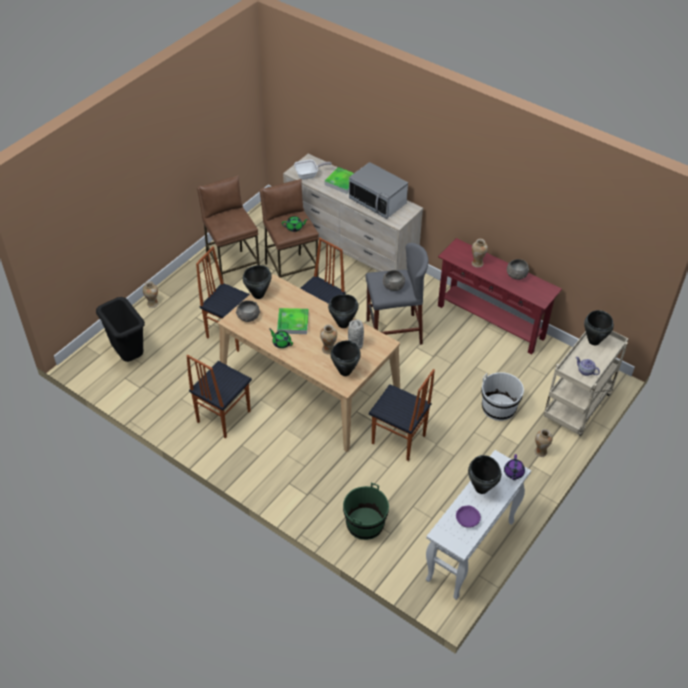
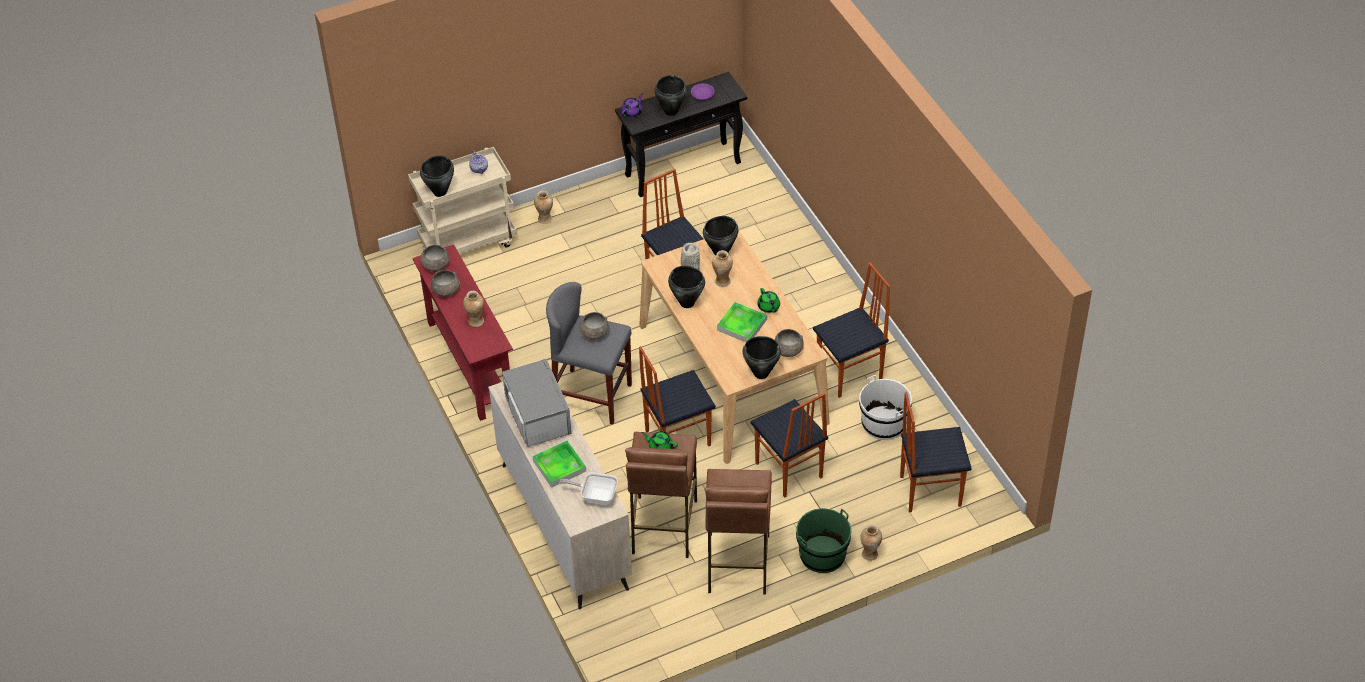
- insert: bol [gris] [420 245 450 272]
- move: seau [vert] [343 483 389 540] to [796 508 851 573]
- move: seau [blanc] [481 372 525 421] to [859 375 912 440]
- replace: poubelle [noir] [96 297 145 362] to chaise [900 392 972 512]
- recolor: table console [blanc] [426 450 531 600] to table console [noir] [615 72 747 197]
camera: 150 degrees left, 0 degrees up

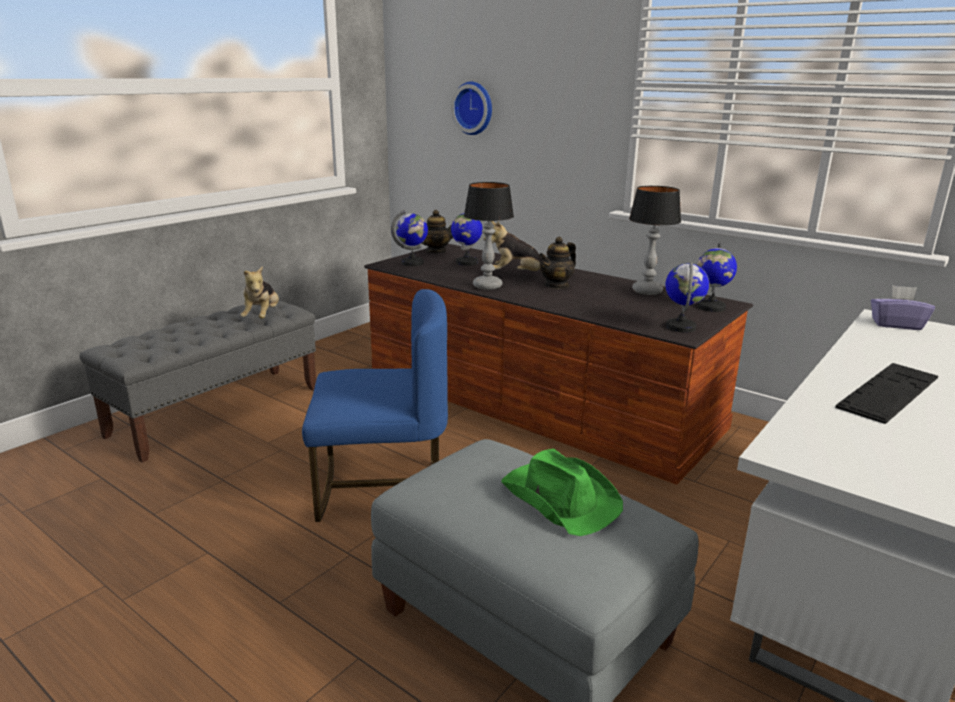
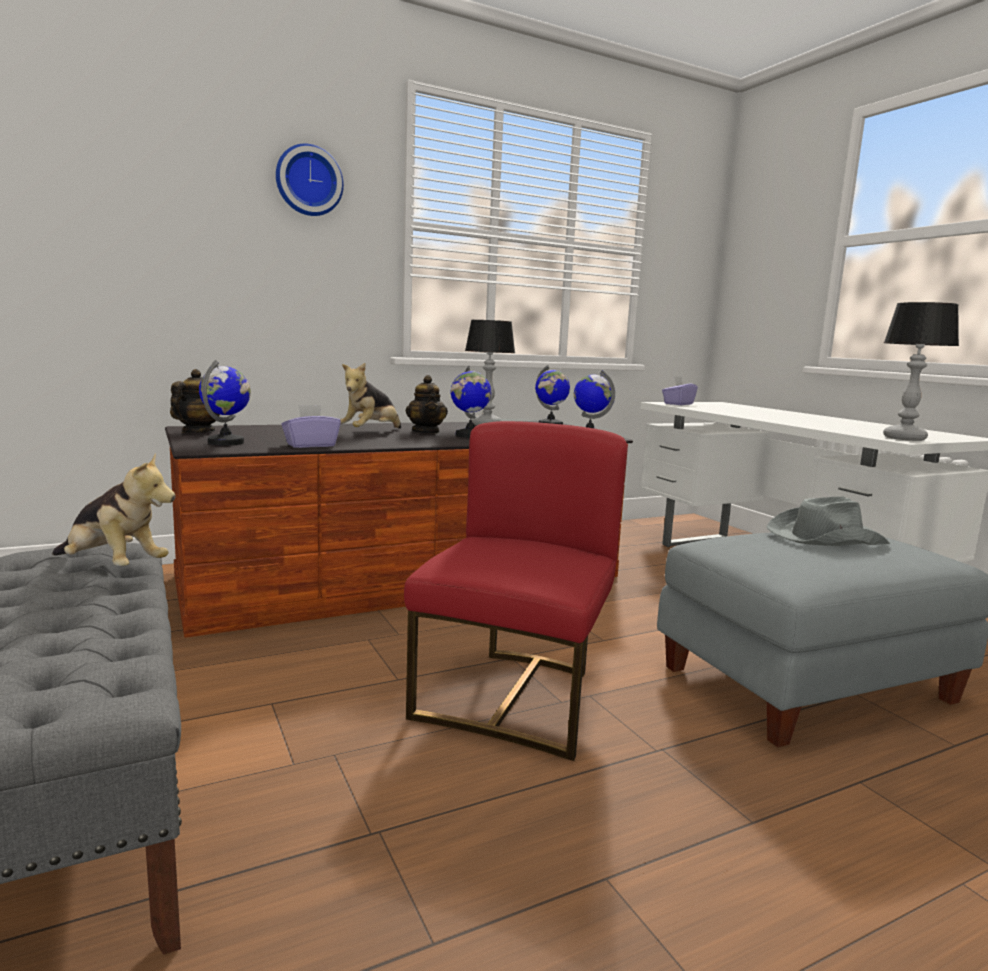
- delete: clavier [835 363 938 424]
- insert: boîte à mouchoirs [violet] [282 404 341 448]
- move: horloge murale [451 82 492 135] to [276 144 344 216]
- move: globe [451 213 483 266] to [451 366 491 438]
- move: lampe de table [464 182 514 290] to [883 302 959 441]
- recolor: chaise [bleu] [302 289 448 522] to chaise [rouge] [404 421 628 761]
- recolor: chapeau [vert] [502 449 623 536] to chapeau [gris] [766 497 890 546]
camera: 65 degrees left, 10 degrees down

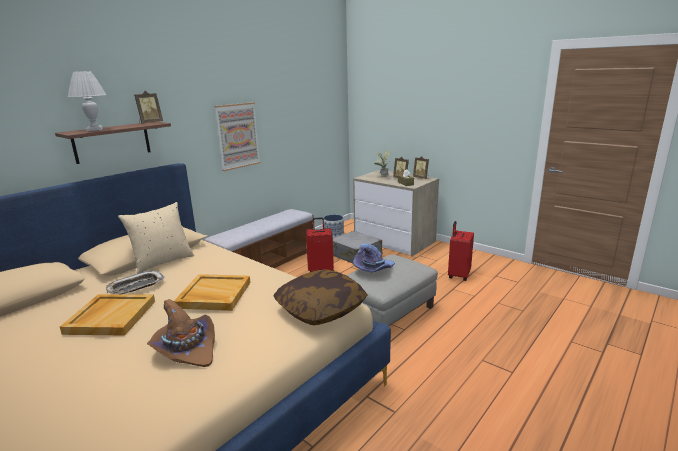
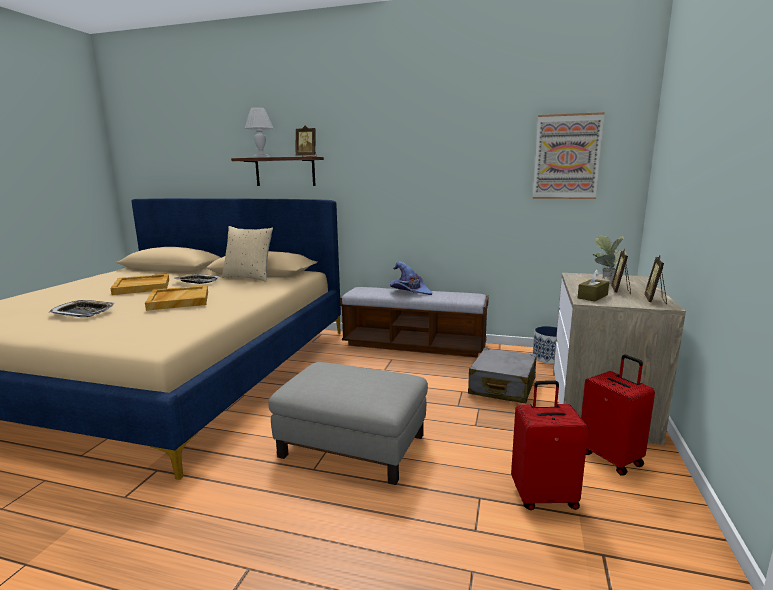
- delete: coussin [273 269 368 325]
- move: tableau [215 102 260 171] to [533 112 605 199]
- move: valise [rouge] [306 217 334 272] to [581 355 655 476]
- move: chapeau [violet] [353 244 395 272] to [390 262 432 295]
- replace: chapeau [marron] [147 299 215 367] to plateau [49 300 114 317]
camera: 65 degrees right, 5 degrees down

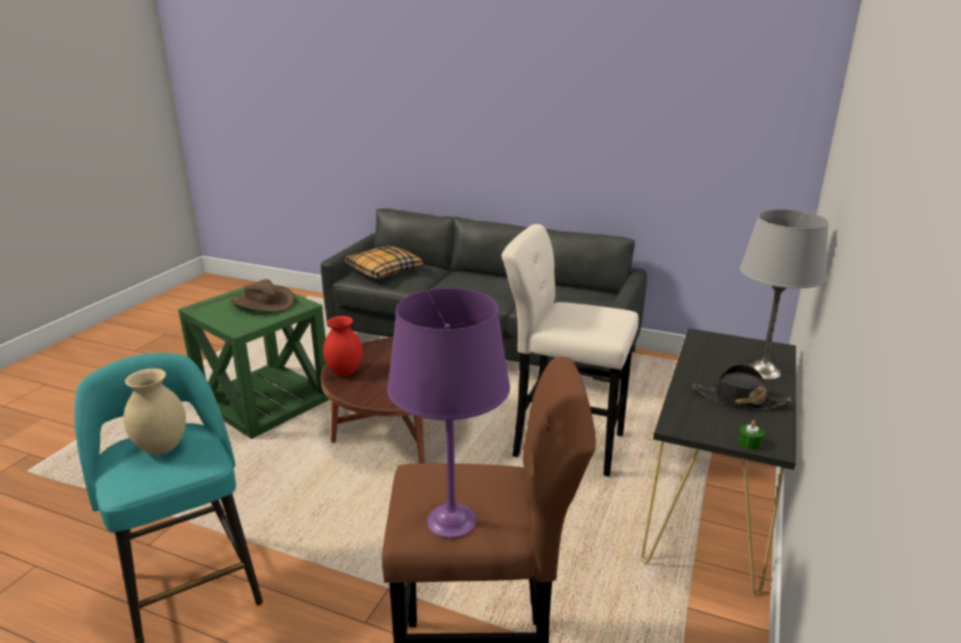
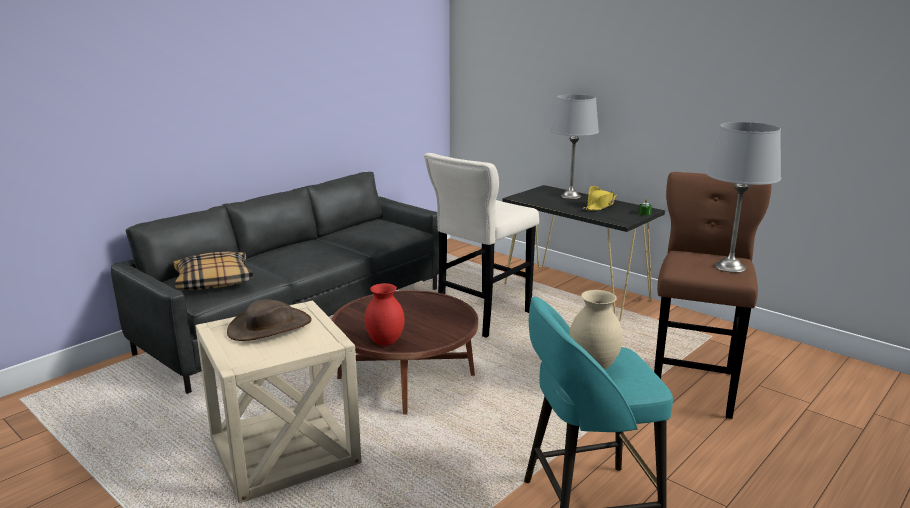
- recolor: table d'appoint [vert] [178 285 330 439] to table d'appoint [beige] [195 301 361 503]
- recolor: lampe de table [violet] [387 288 510 538] to lampe de table [gris] [706 122 781 273]
- recolor: chapeau [noir] [692 364 791 409] to chapeau [jaune] [583 186 616 211]
camera: 70 degrees left, 5 degrees down

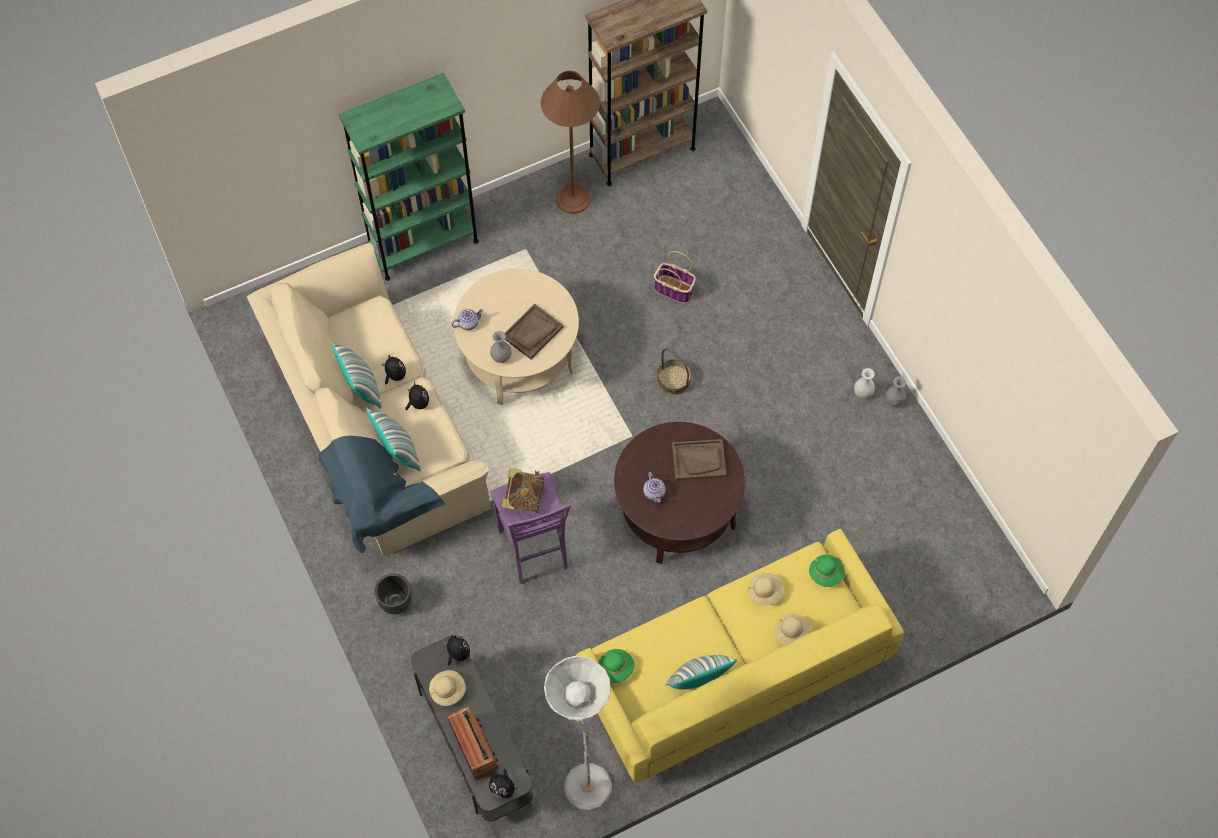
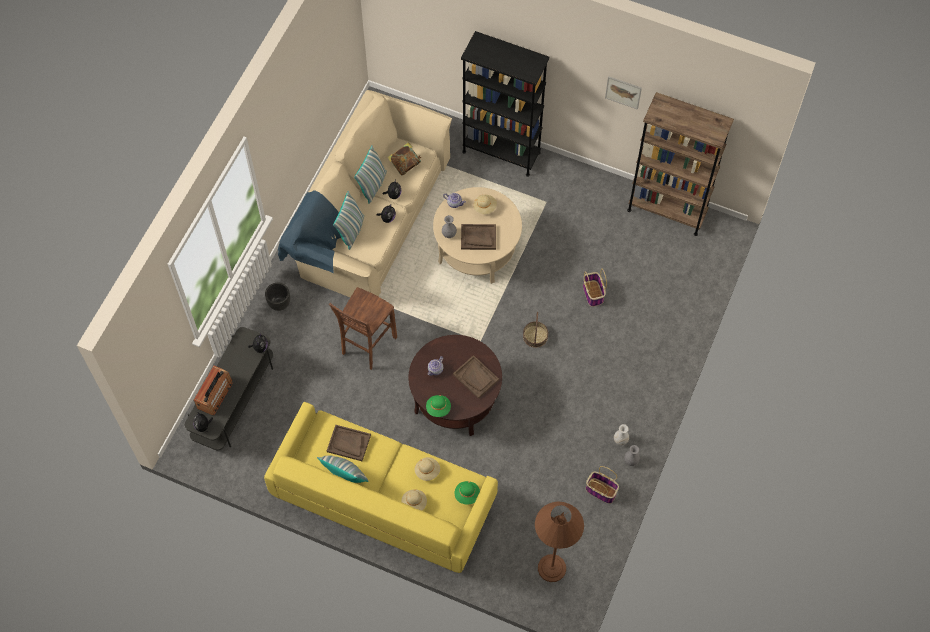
- delete: lampadaire [gris] [544 656 612 810]
- insert: plateau [marron] [327 425 371 461]
- insert: panier [586 466 619 504]
- insert: tableau [605 76 642 110]
- move: chapeau [beige] [429 670 465 706] to [473 195 497 214]
- move: livre [502 468 544 513] to [387 143 422 175]
- move: lampadaire [marron] [541 71 600 214] to [535 502 584 582]
- move: chapeau [vert] [598 649 635 683] to [426 395 451 417]
- recolor: bibliothèque [vert] [338 73 479 281] to bibliothèque [noir] [461 31 549 177]
- recolor: tabouret [violet] [491 472 571 584] to tabouret [marron] [329 287 397 370]
camera: 50 degrees right, 0 degrees up

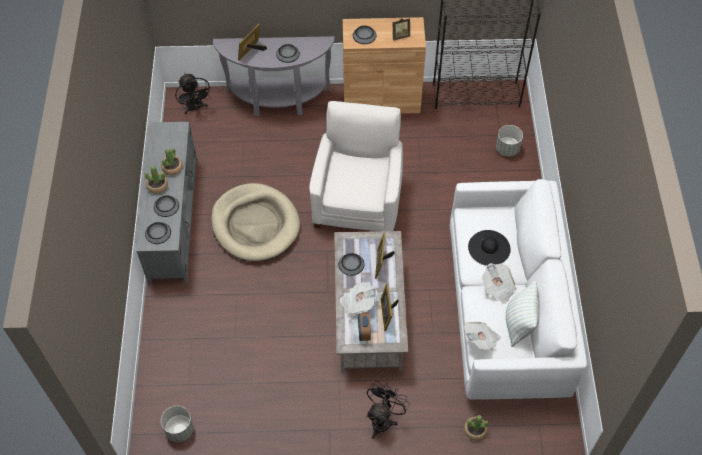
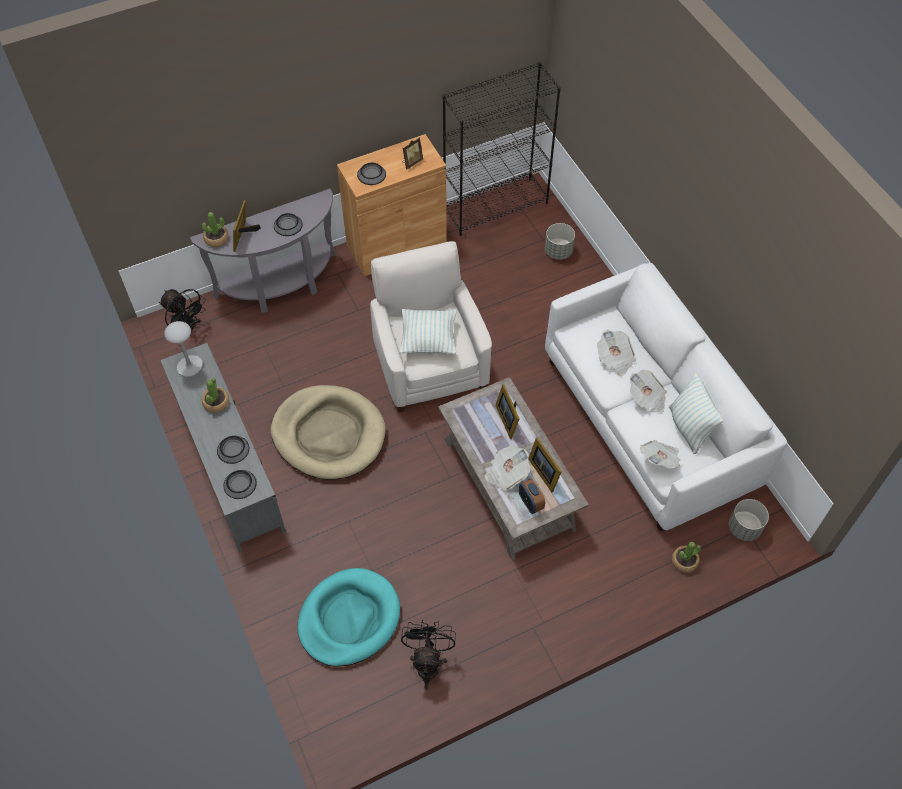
- delete: bol [338 253 365 276]
- insert: lampe de table [gris] [164 321 203 377]
- insert: panier pour chien [turquoise] [297 568 400 666]
- insert: coussin [399 309 457 354]
- move: plante en pot [145 166 168 194] to [202 212 229 247]
- move: cache-pot [gris] [161 406 194 442] to [729 499 769 541]
- move: ventilateur [noir] [366 381 410 439] to [401 620 456 690]
- replace: chapeau [noir] [468 230 511 266] to journal [597 330 636 376]
camera: 25 degrees left, 0 degrees up

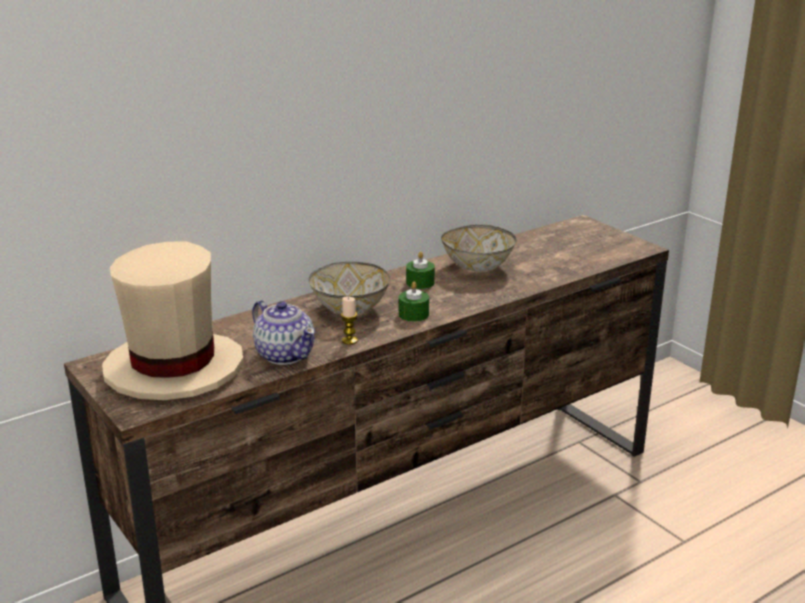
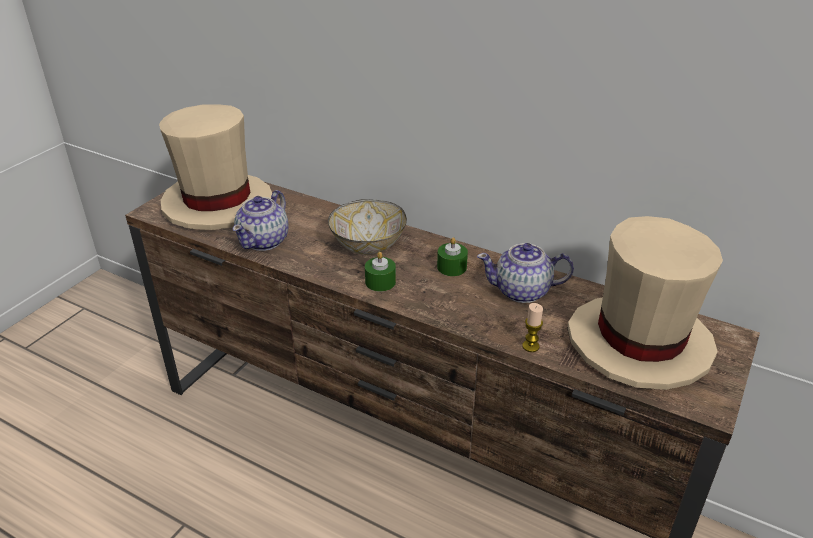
- insert: chapeau [beige] [567 216 723 390]
- move: bougie [341 297 358 345] to [522 303 543 352]
- replace: bol [441 225 516 271] to théière [477 243 574 303]
camera: 65 degrees right, 10 degrees up

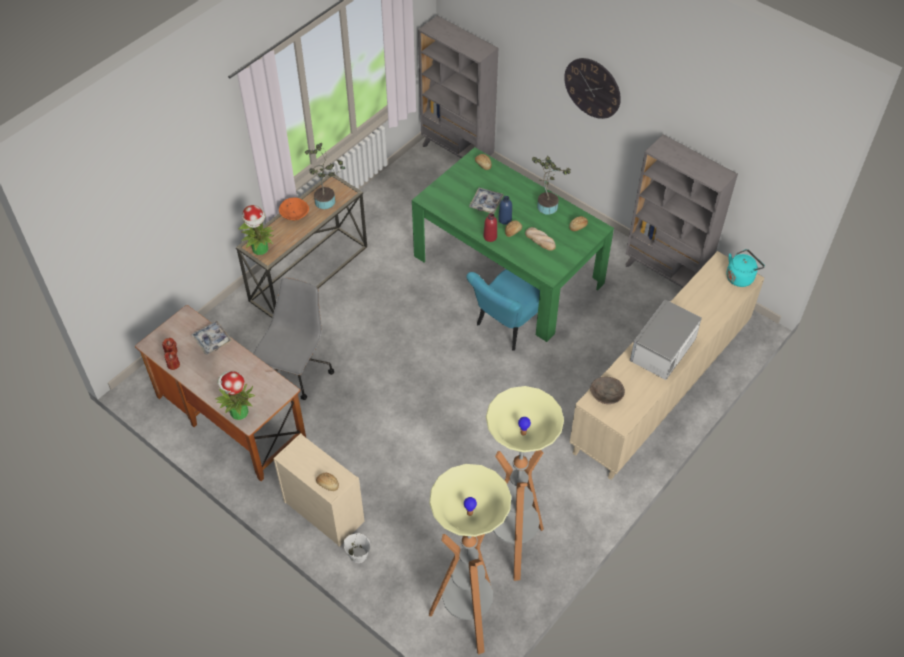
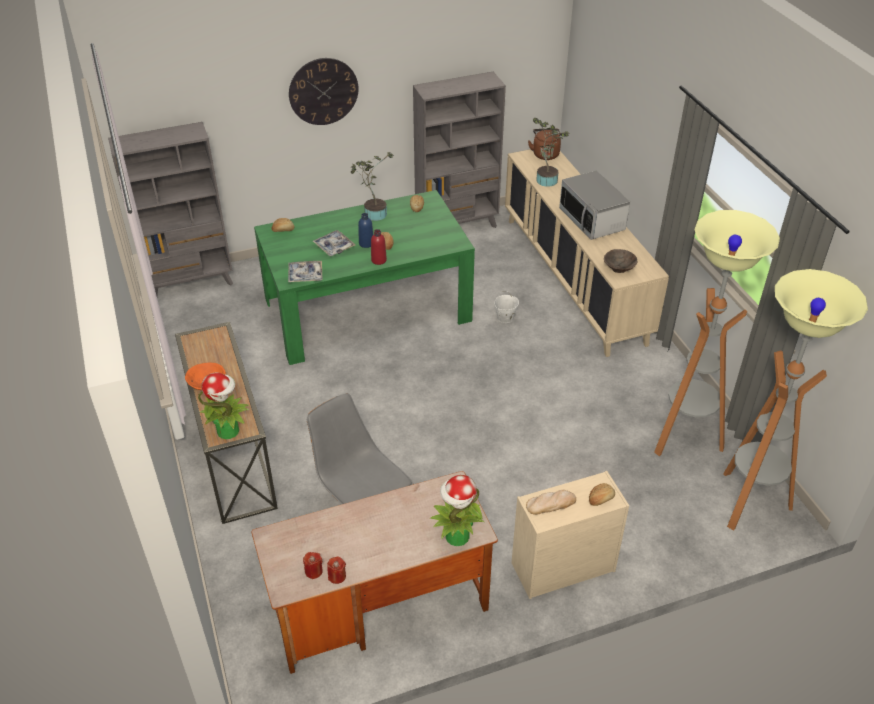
- delete: chaise [turquoise] [466 269 540 350]
- move: plateau [191 321 232 355] to [288 261 322 282]
- move: plante en pot [305 143 345 209] to [533 118 570 187]
- move: seau [blanc] [343 533 370 563] to [494 291 519 323]
- move: pain [525 227 556 251] to [526 490 576 515]
- recolor: bouilloire [turquoise] [726 249 765 287] to bouilloire [marron] [528 129 561 160]
camera: 60 degrees left, 10 degrees down

